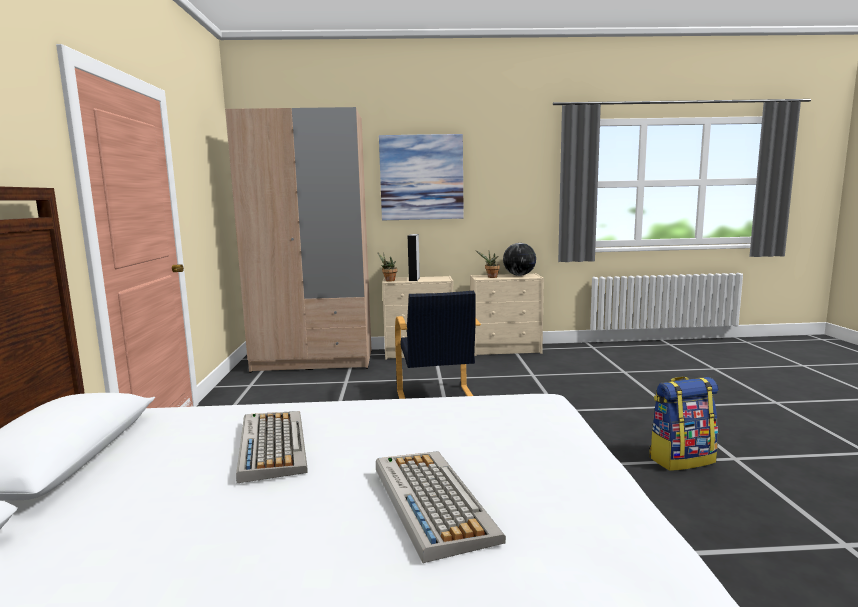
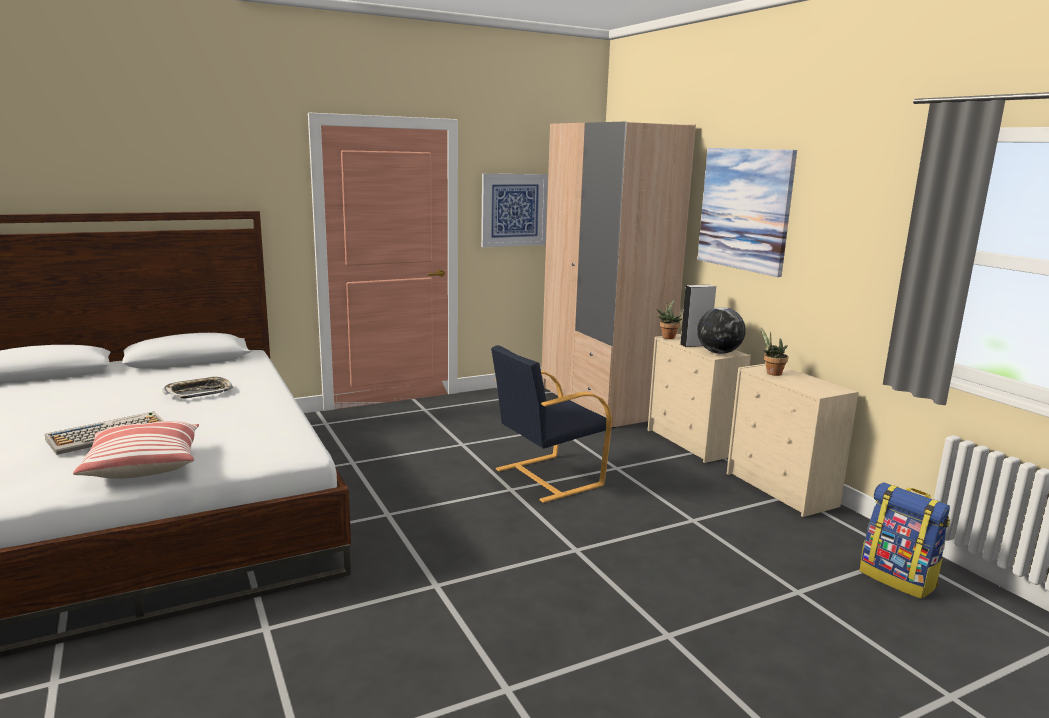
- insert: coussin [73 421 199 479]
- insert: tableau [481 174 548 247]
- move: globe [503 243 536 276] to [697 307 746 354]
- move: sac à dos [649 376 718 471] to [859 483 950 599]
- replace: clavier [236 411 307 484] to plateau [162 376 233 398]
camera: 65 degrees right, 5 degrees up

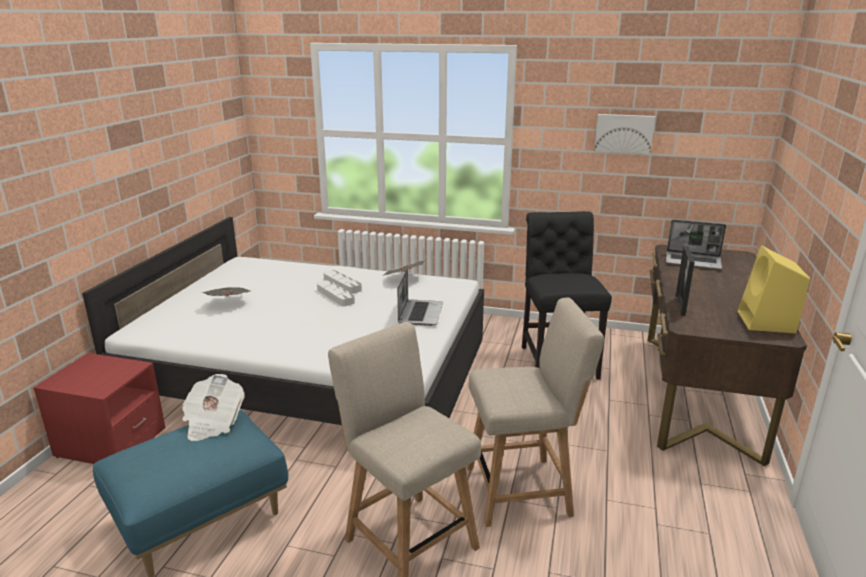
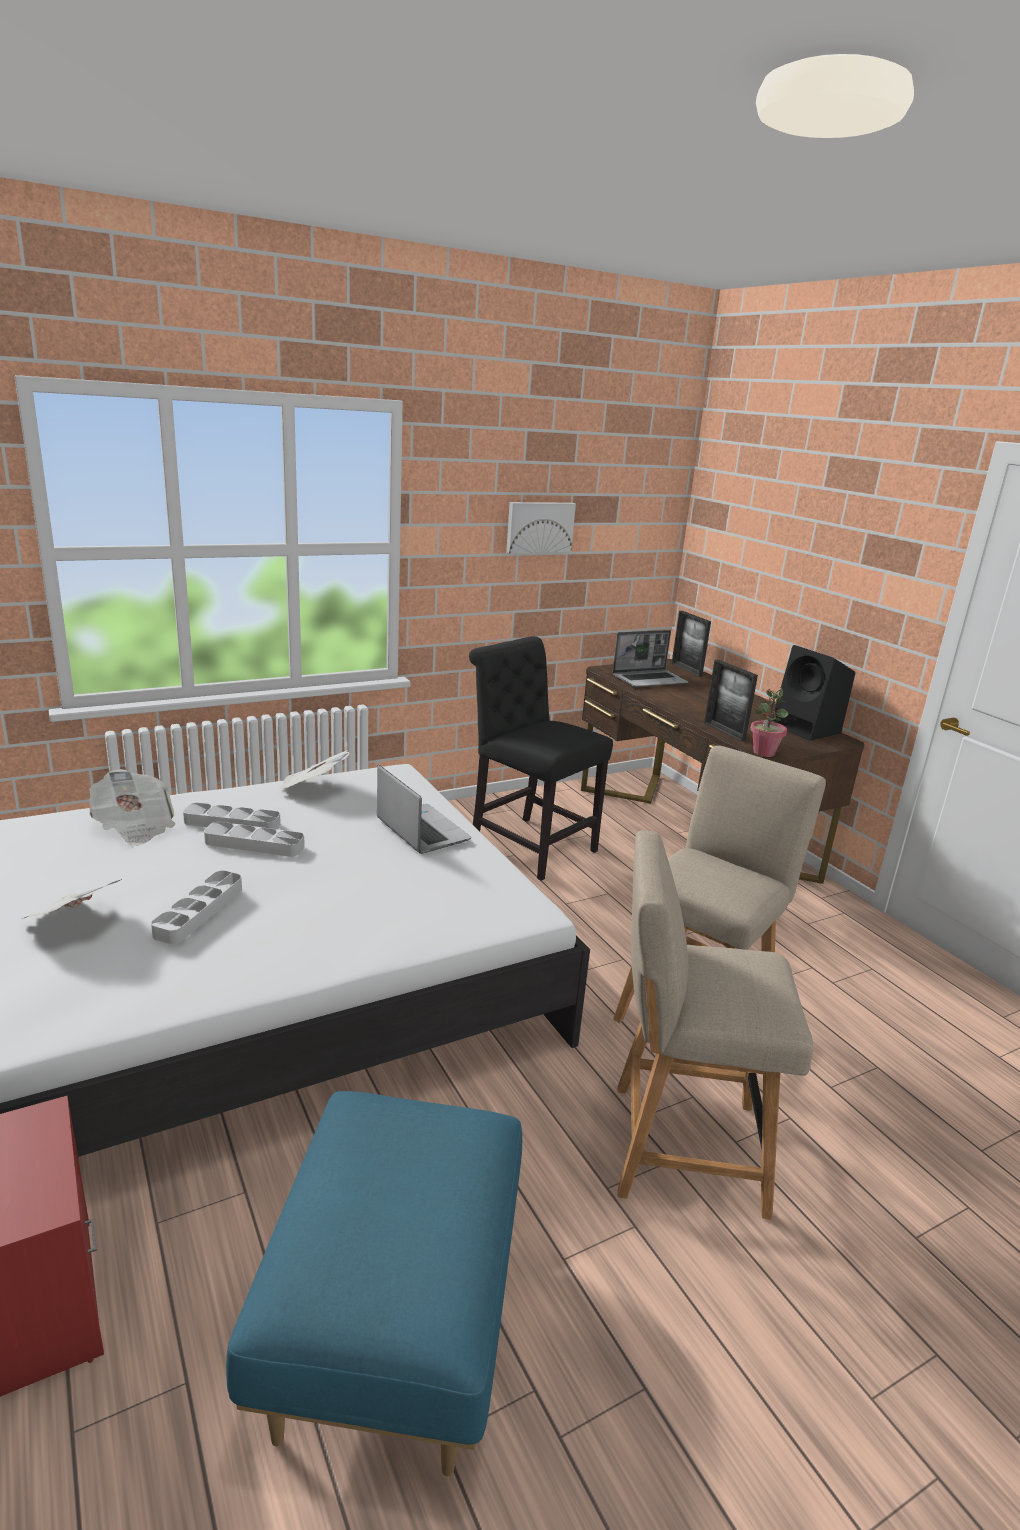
- insert: plateau [gris] [151 870 242 944]
- insert: cadre photo [671 611 711 677]
- insert: plante en pot [750 688 789 757]
- move: journal [182 374 245 441] to [89 769 175 846]
- recolor: enceinte [jaune] [738 245 810 334] to enceinte [noir] [771 645 855 741]
camera: 45 degrees left, 0 degrees up

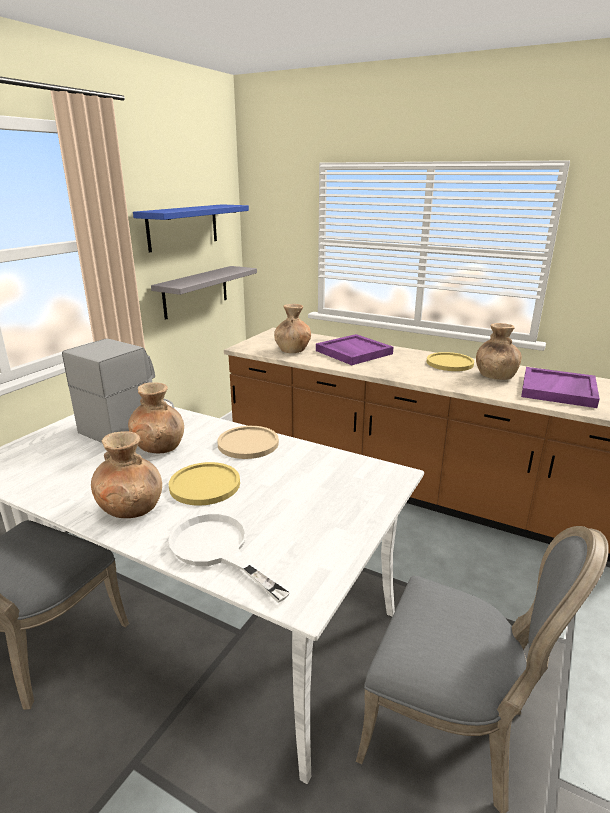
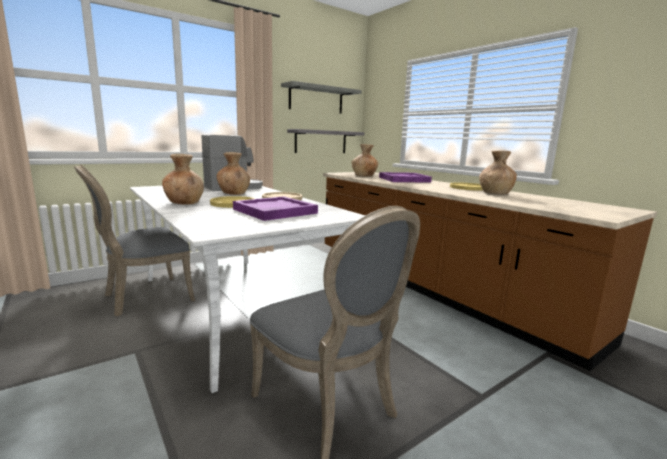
- delete: poêle [blanc] [169 513 290 603]
- move: plateau [violet] [521 367 600 408] to [233 196 318 221]
- recolor: étagère [bleu] [133 204 249 253] to étagère [gris] [281 81 362 114]
camera: 25 degrees right, 10 degrees down

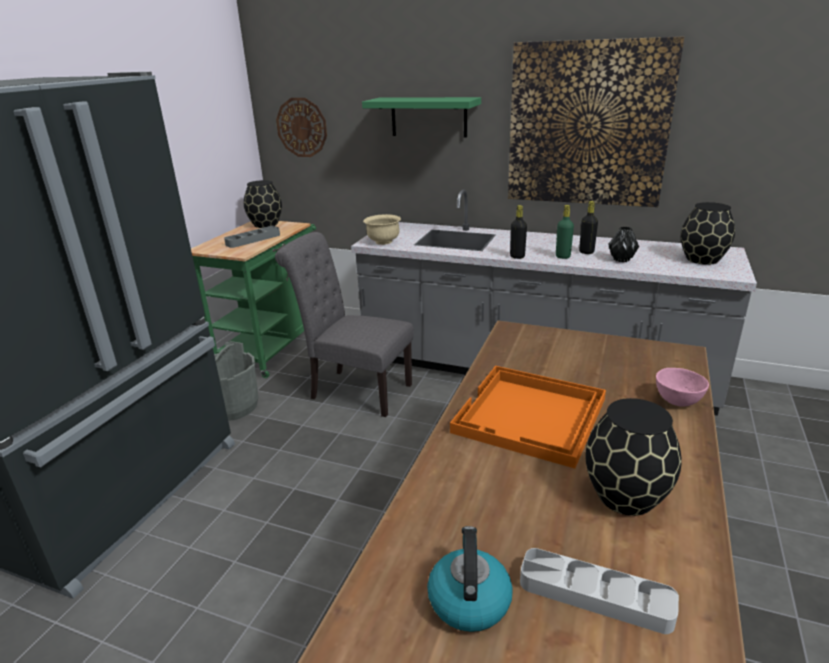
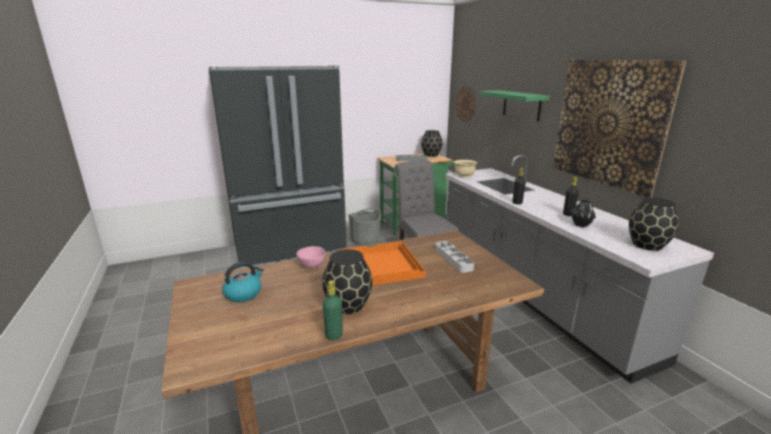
- move: plateau [gris] [520 548 679 634] to [435 241 474 273]
- move: bouteille [vert] [556 205 574 259] to [323 280 343 340]
- move: bol [rose] [656 368 709 407] to [297 246 325 268]
camera: 45 degrees right, 5 degrees down

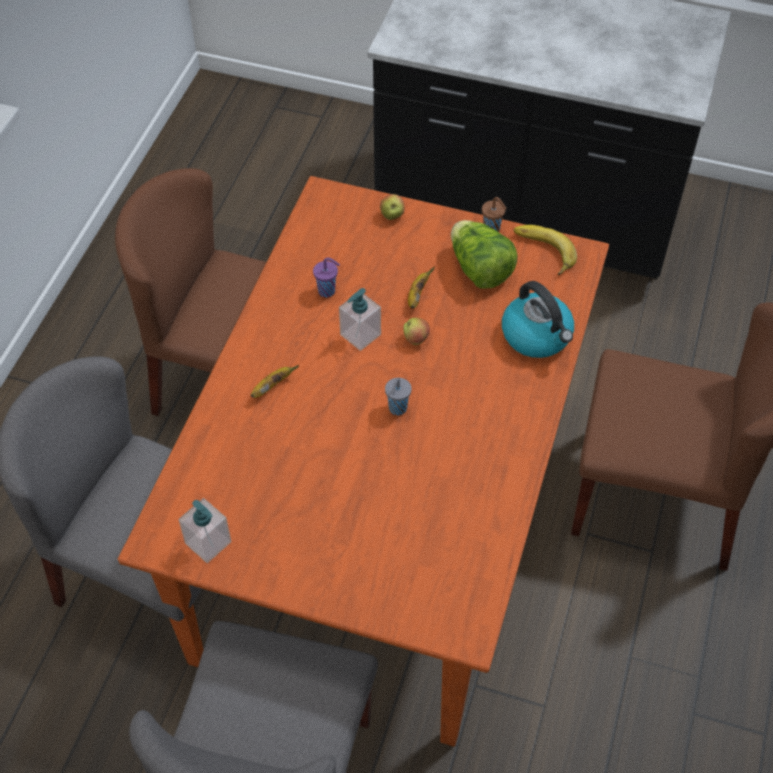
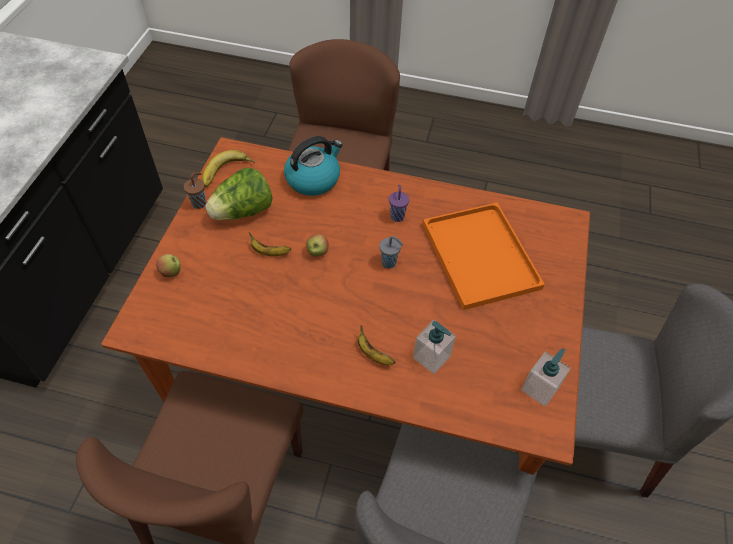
- insert: plateau [orange] [423 203 545 310]
- move: tasse [violet] [313 258 340 297] to [389 185 409 222]
- move: distributeur de savon [339 288 381 351] to [413 320 456 374]
camera: 95 degrees left, 0 degrees up

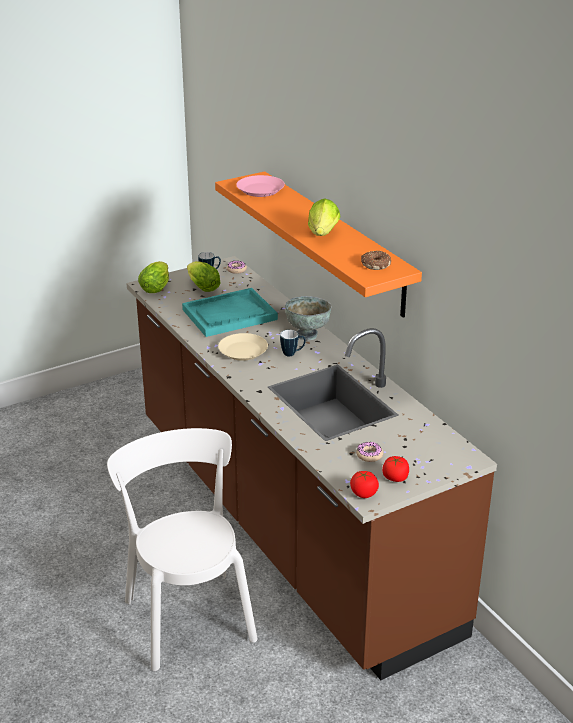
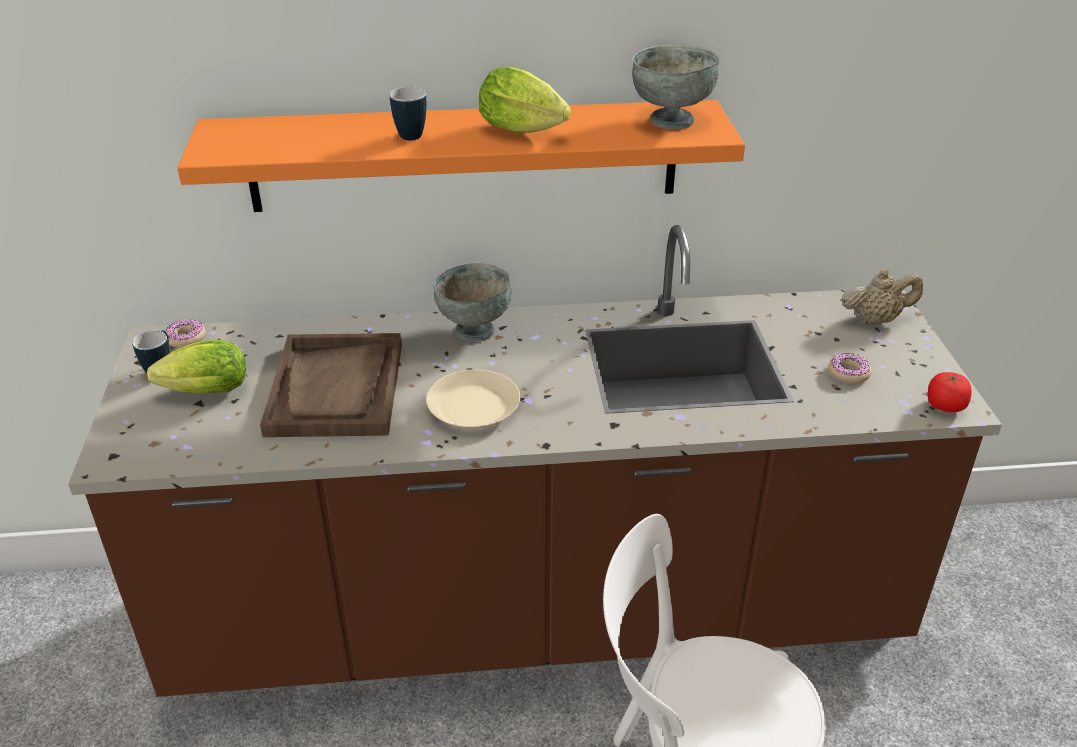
- delete: laitue [138 261 169 293]
- delete: assiette [rose] [236 175 285 197]
- delete: tomate [382 456 409 482]
- insert: théière [beige] [841 269 923 325]
- move: mug [280 330 306 356] to [390 87 426 140]
- replace: beignet [361 251 391 270] to bol [gris] [632 45 720 129]
- recolor: plateau [turquoise] [182 288 278 337] to plateau [marron] [260 333 402 437]
camera: 65 degrees left, 5 degrees up

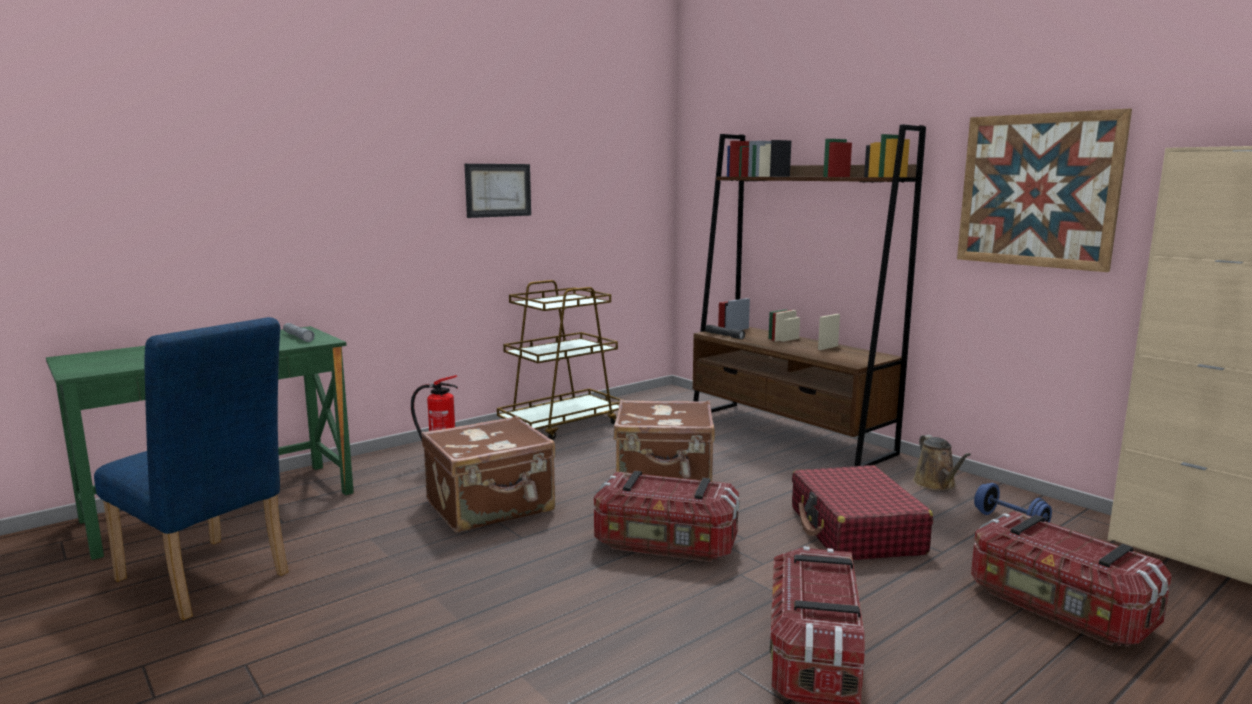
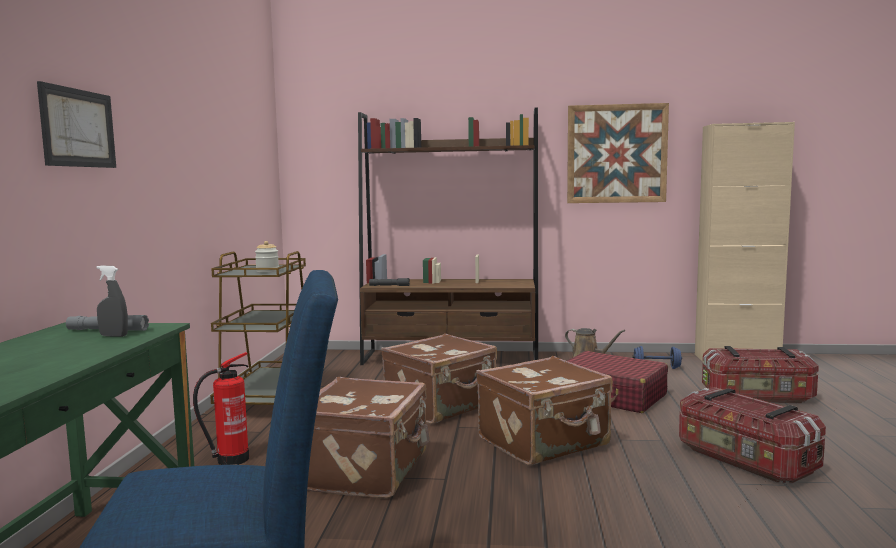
- insert: vaporisateur [gris] [96 266 128 337]
- insert: bocal [255 241 279 273]
- move: tableau [464 164 531 218] to [37 81 116 168]
- replace: boîte de rangement [594 471 740 562] to valise [marron] [476 356 613 466]
camera: 45 degrees left, 5 degrees down

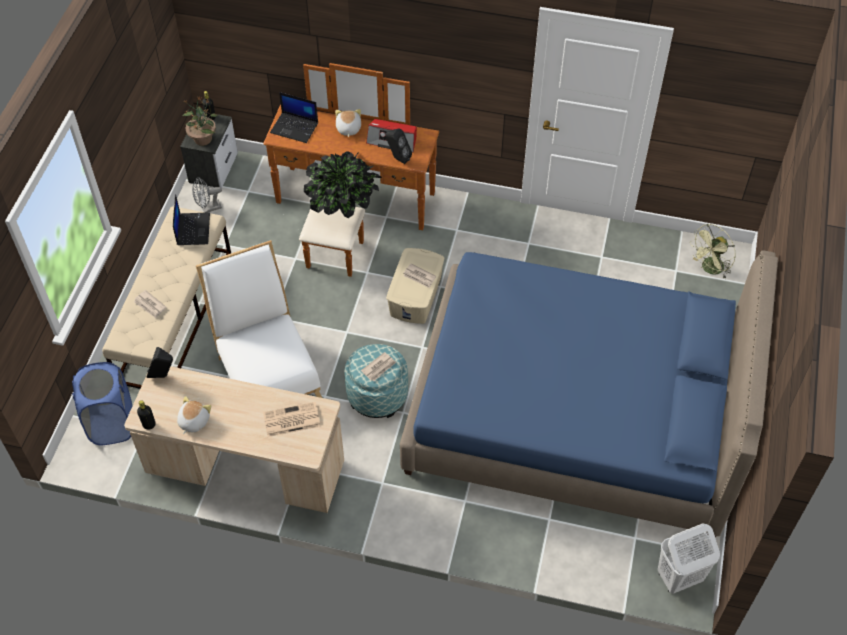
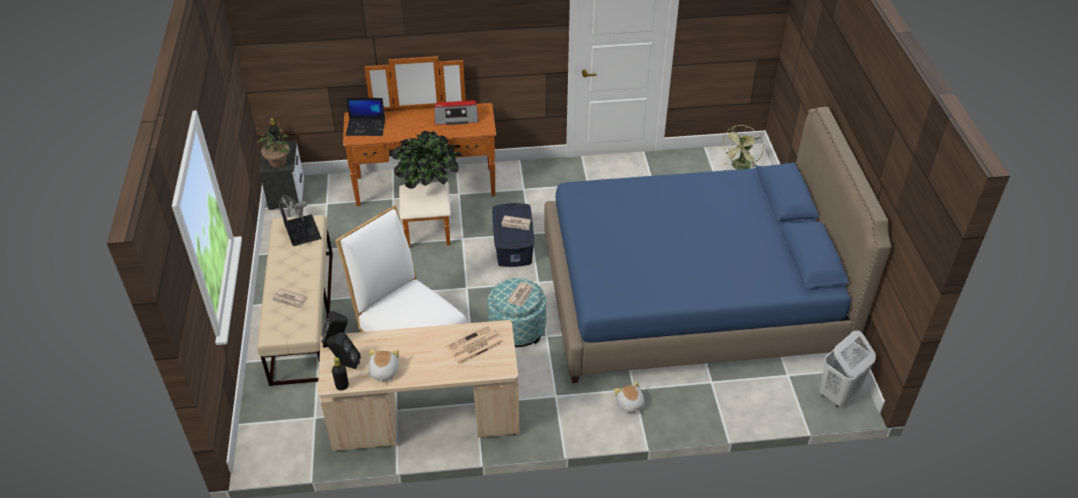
- delete: panier à linge [bleu] [72 362 132 445]
- move: peluche [335 109 361 137] to [614 381 644 414]
- move: enceinte [noir] [385 128 412 164] to [327 332 361 369]
- recolor: boîte de rangement [beige] [386 248 444 324] to boîte de rangement [bleu] [492 203 534 267]
camera: 20 degrees left, 10 degrees down

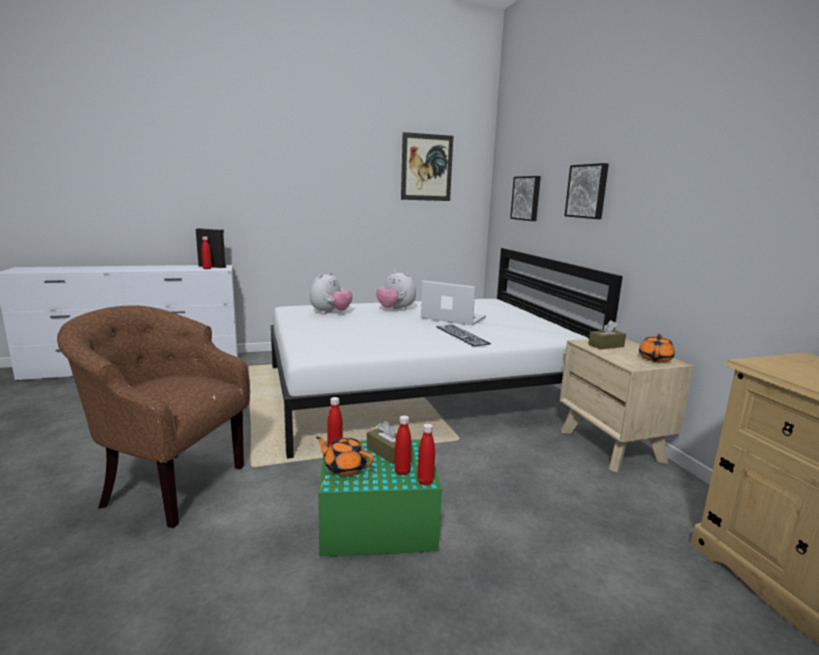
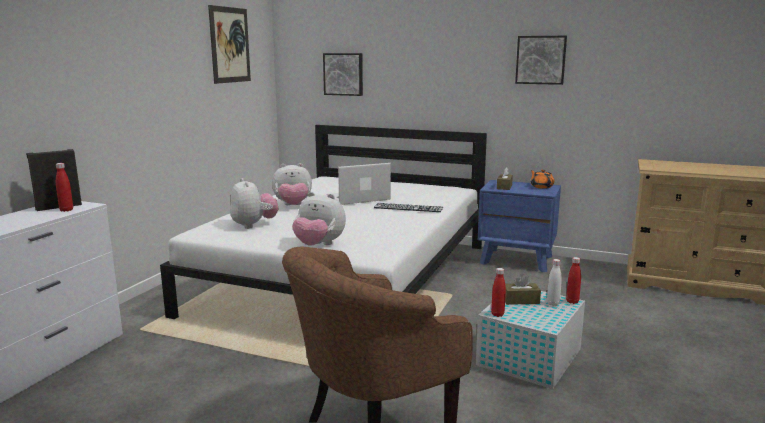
- delete: théière [orange] [316 437 374 476]
- insert: peluche [292 192 346 246]
- move: tableau [565 163 609 219] to [515 36 567 85]
- recolor: boîte de rangement [vert] [318 439 442 557] to boîte de rangement [blanc] [476 291 585 389]
- recolor: bouteille [rouge] [395 415 411 475] to bouteille [blanc] [547 259 562 306]
- recolor: table de chevet [beige] [560 339 694 472] to table de chevet [bleu] [478 180 561 272]
camera: 50 degrees left, 0 degrees up

